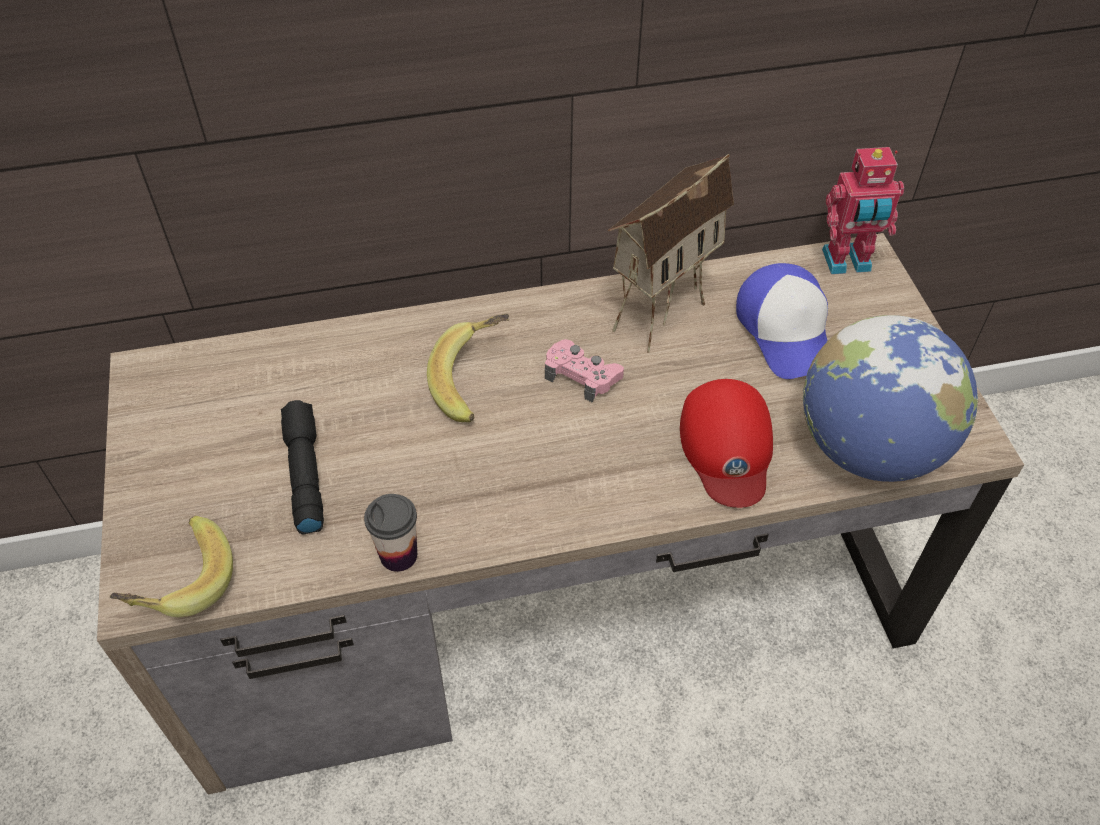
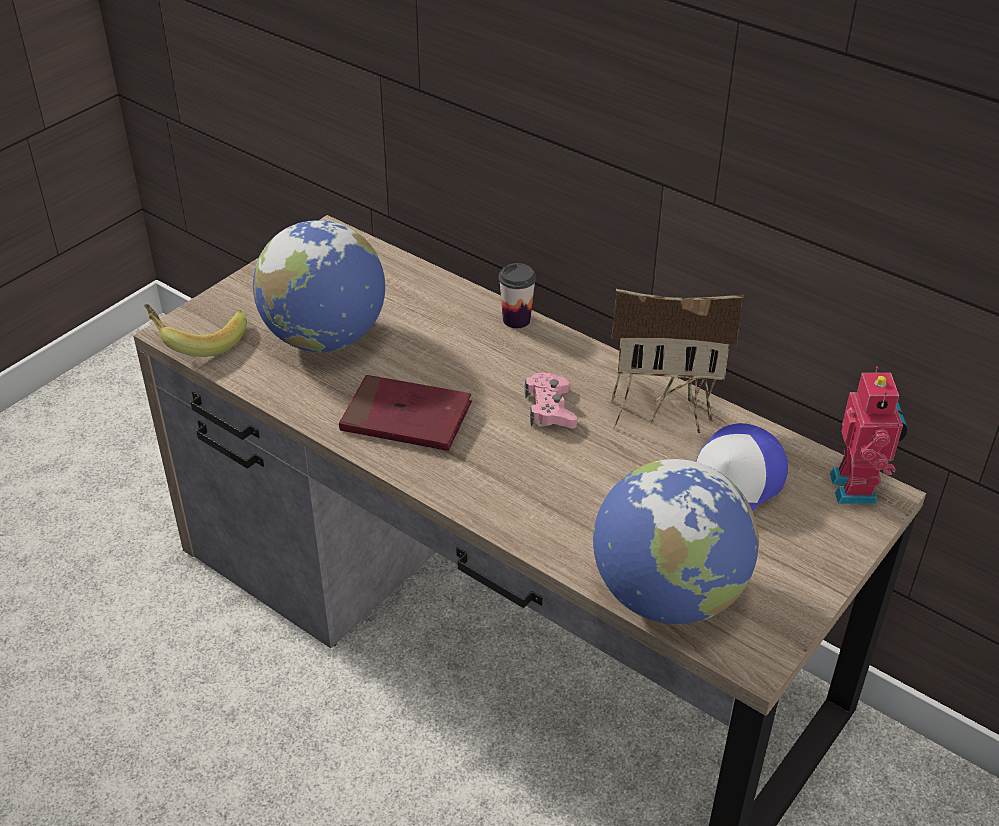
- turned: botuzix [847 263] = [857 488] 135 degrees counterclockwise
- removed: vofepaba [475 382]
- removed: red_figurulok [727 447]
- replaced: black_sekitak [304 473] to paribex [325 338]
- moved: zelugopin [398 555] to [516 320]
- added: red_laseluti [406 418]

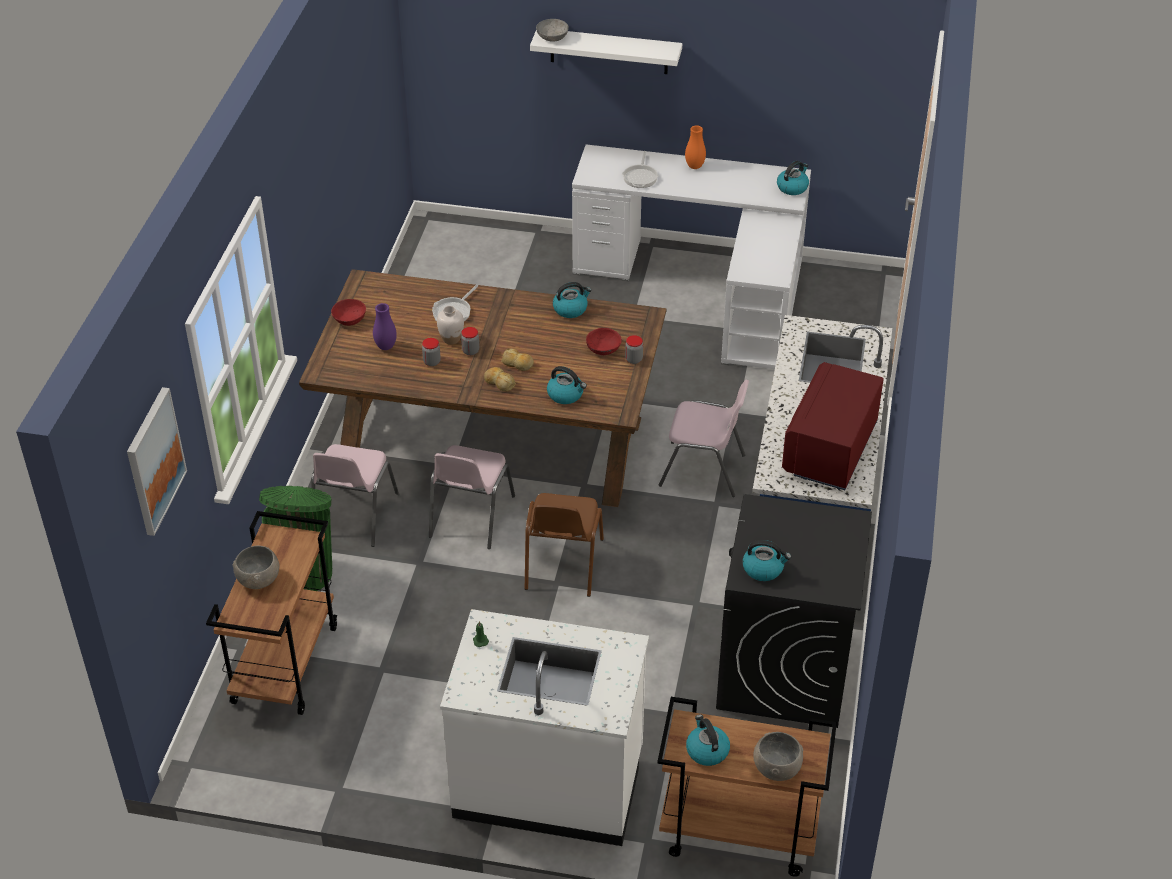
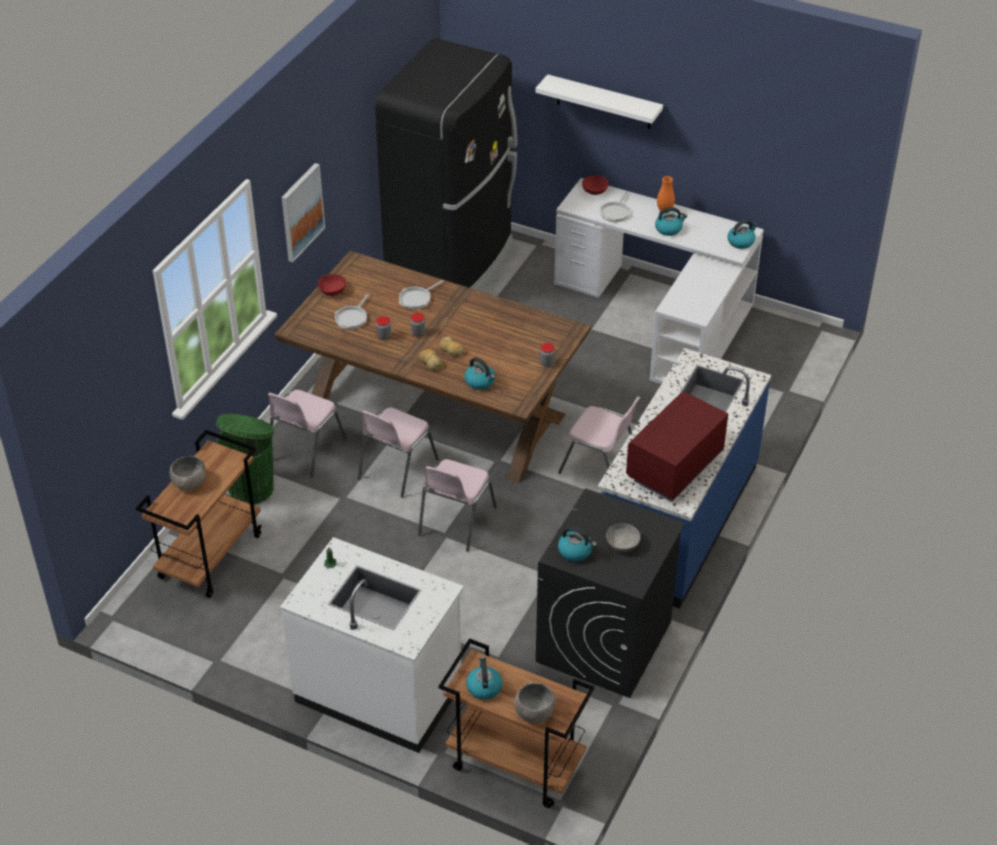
- moved: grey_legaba [552 37] to [622 544]
- moved: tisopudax [570 309] to [669 229]
- replaced: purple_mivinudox [386 347] to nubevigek [352 318]
- removed: white_mivinudox [451 339]
- moved: red_legaba [603 349] to [594 191]
- moved: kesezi [154 461] to [301 212]
- recoloured: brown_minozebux [562 565] to pink_minozebux [455 522]
- added: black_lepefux [452 266]

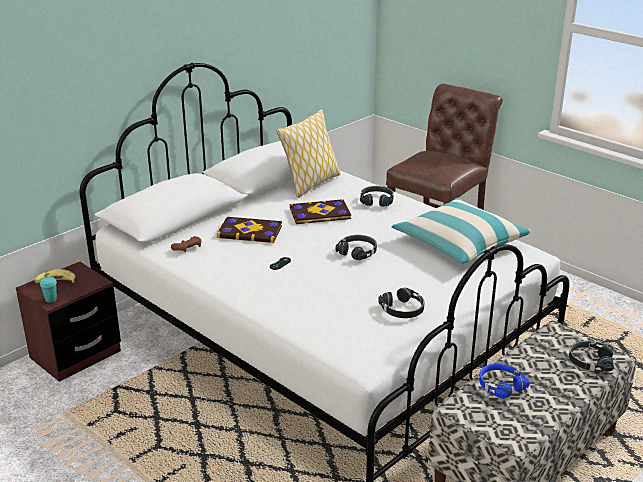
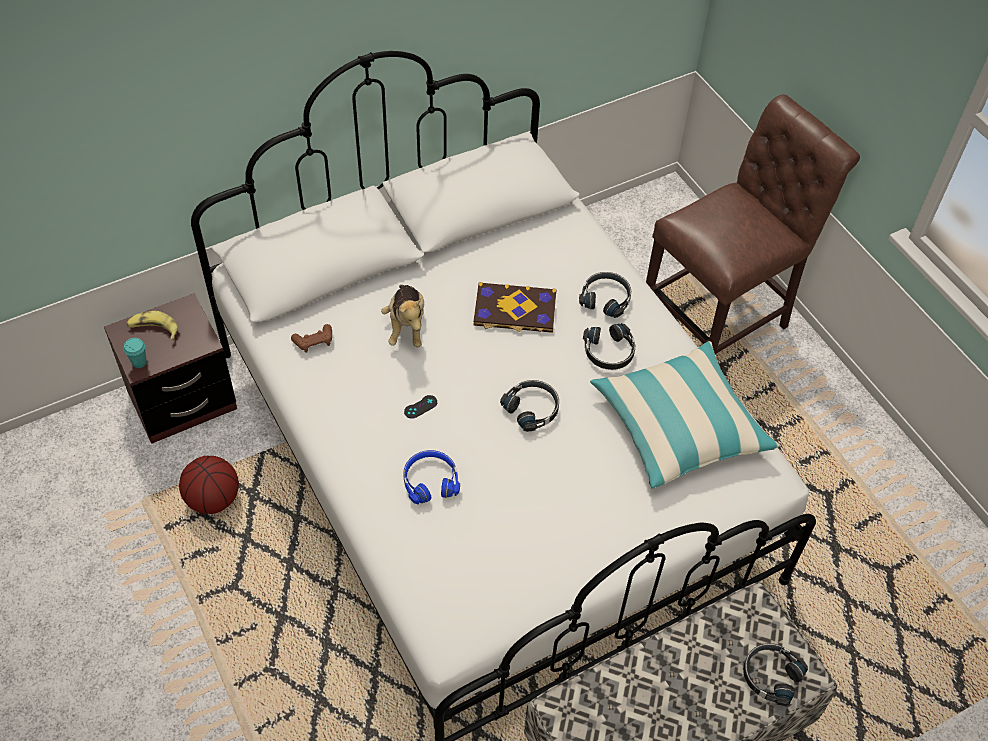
- removed: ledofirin [310 184]
- replaced: laseluti [250 231] to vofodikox [406 326]
- moved: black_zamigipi [403 309] to [609 352]
- moved: blue_zamigipi [500 385] to [430 480]
- added: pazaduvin [213 498]

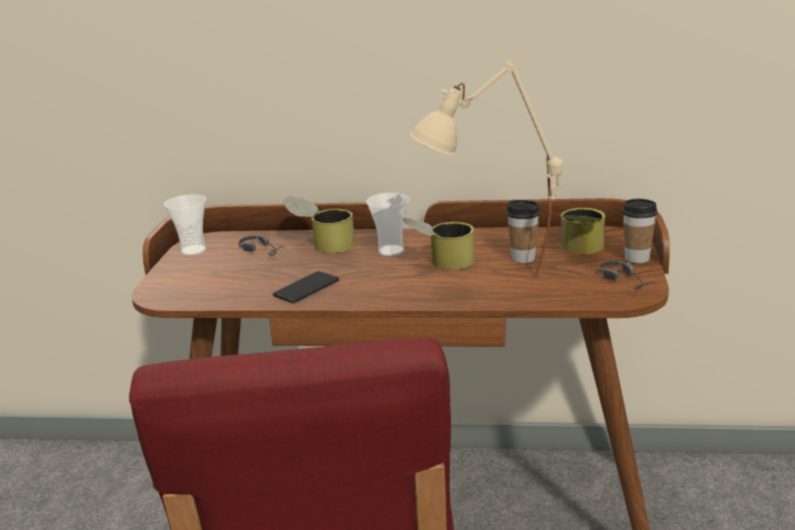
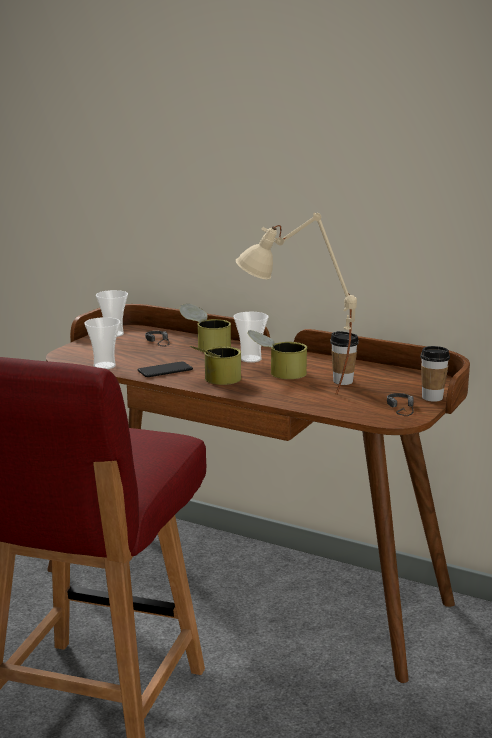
- moved: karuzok [580 251] to [215 381]
- added: zelugopin [104 366]

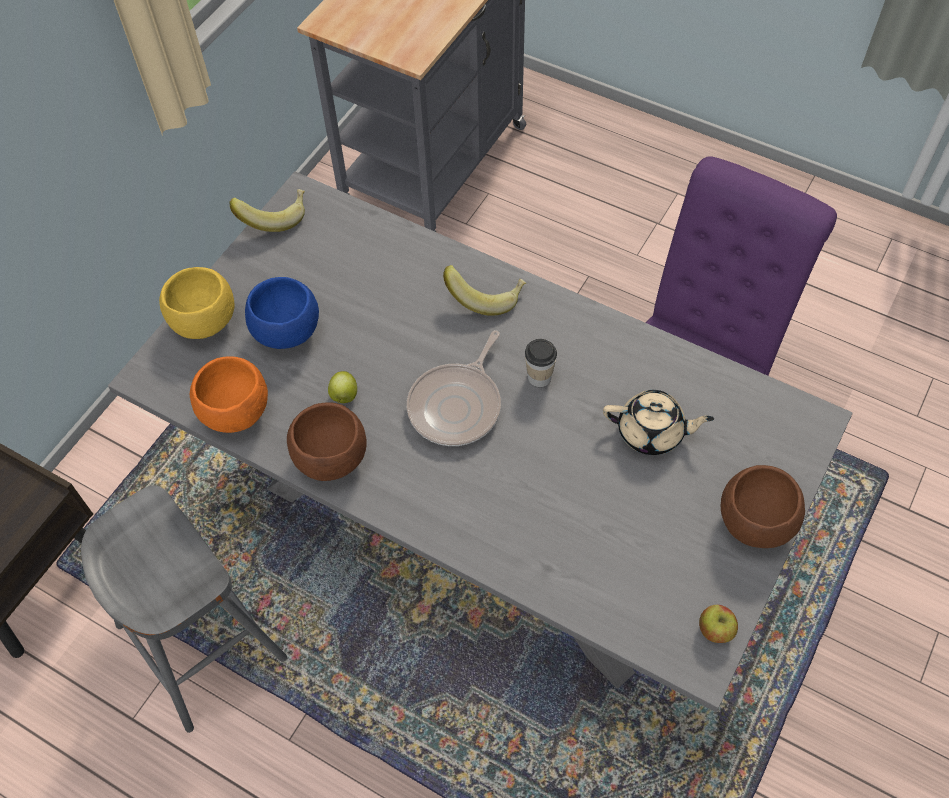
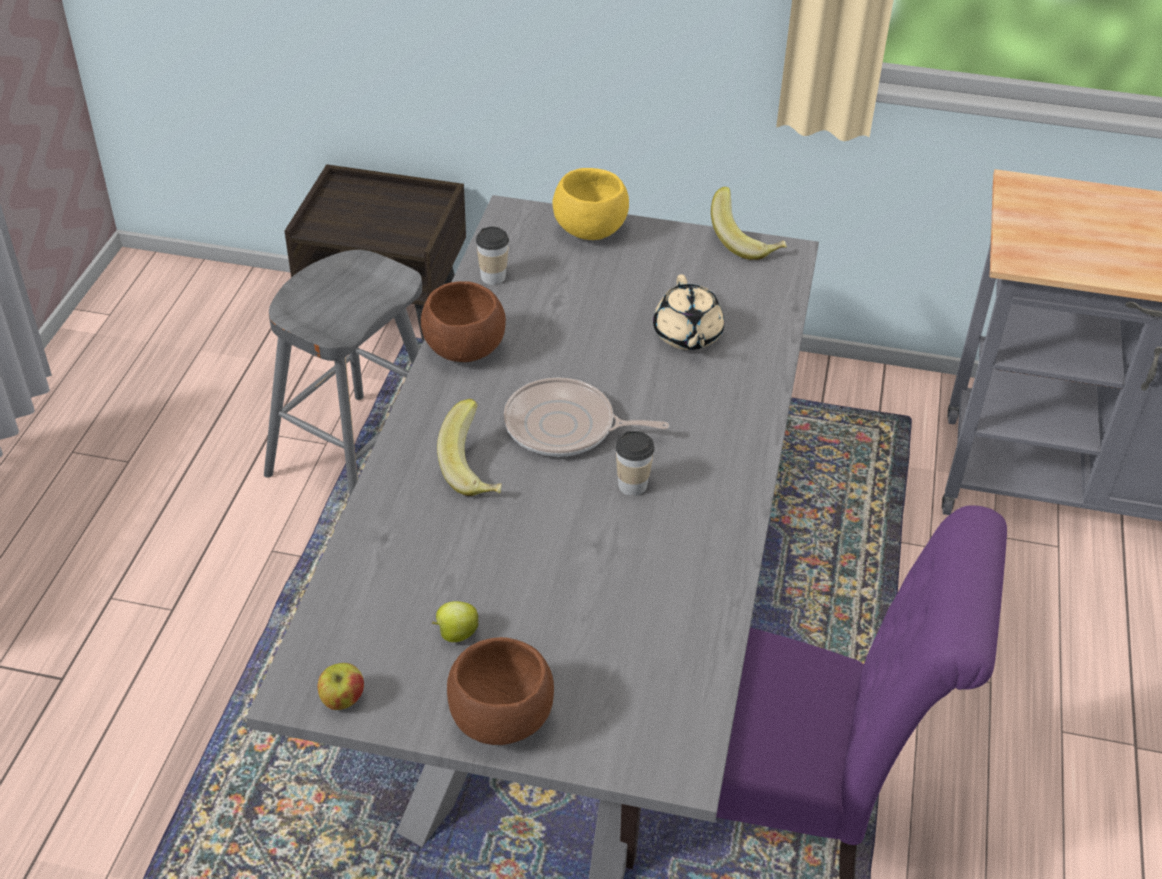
- moved: vofepaba [486 296] to [476 470]
- removed: blue_legaba [287 331]
- replaced: orange_legaba [236 412] to zelugopin [493 277]
- moved: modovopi [344 396] to [456 634]
- moved: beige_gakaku [652 432] to [687 336]

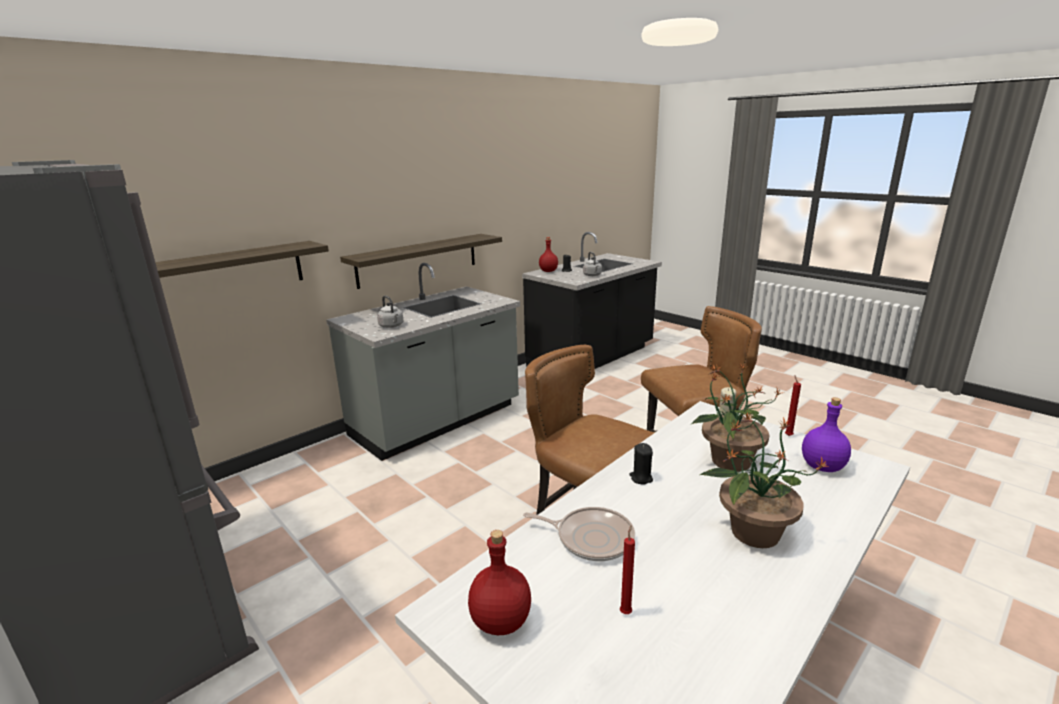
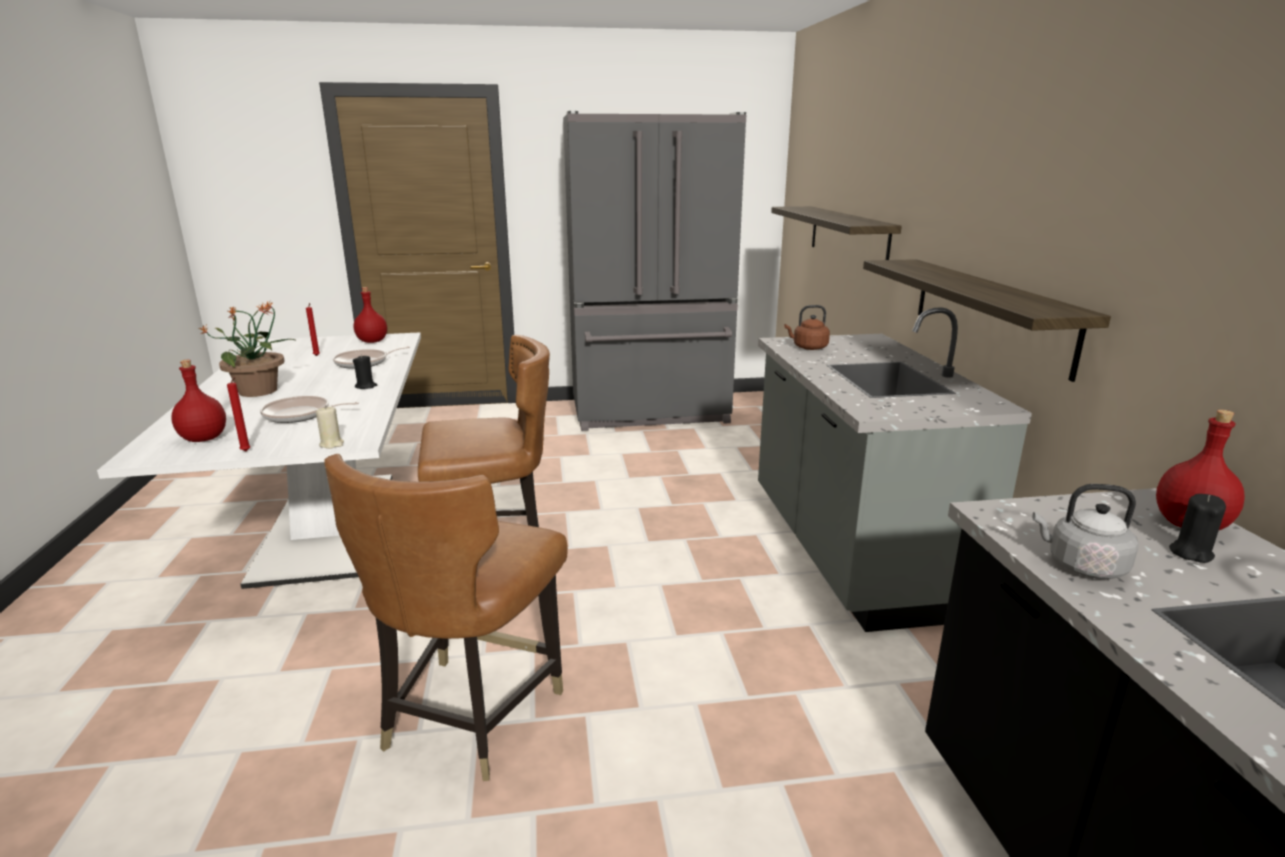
- recoloured: grey_tisopudax [392 326] to brown_tisopudax [808 347]
- replaced: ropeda [729 461] to nubevigek [300 415]
- recoloured: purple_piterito [823 467] to red_piterito [203 438]

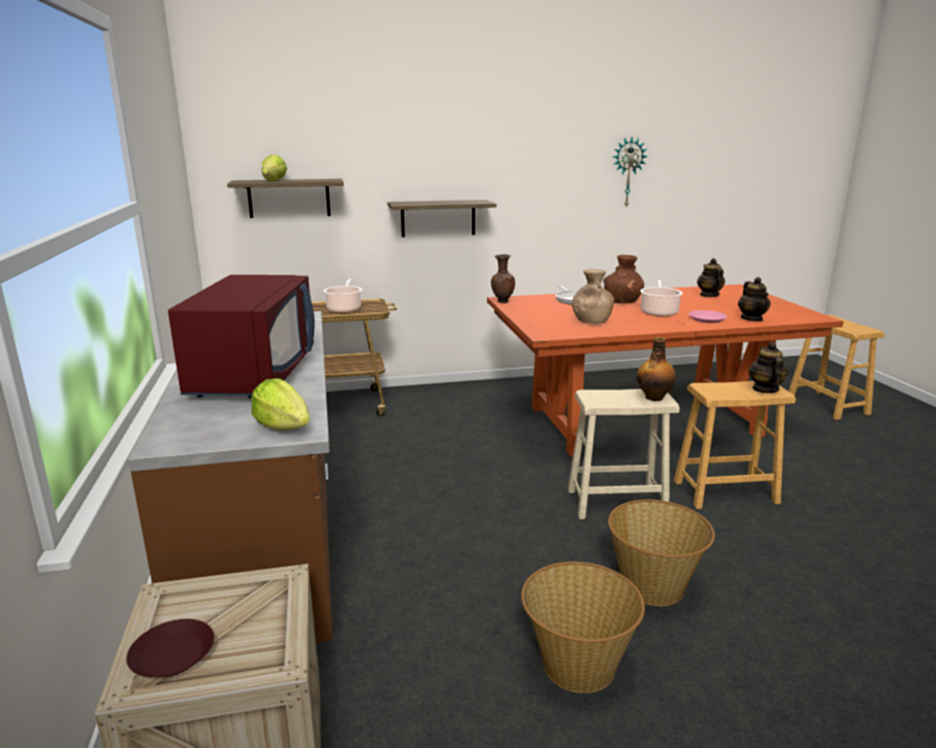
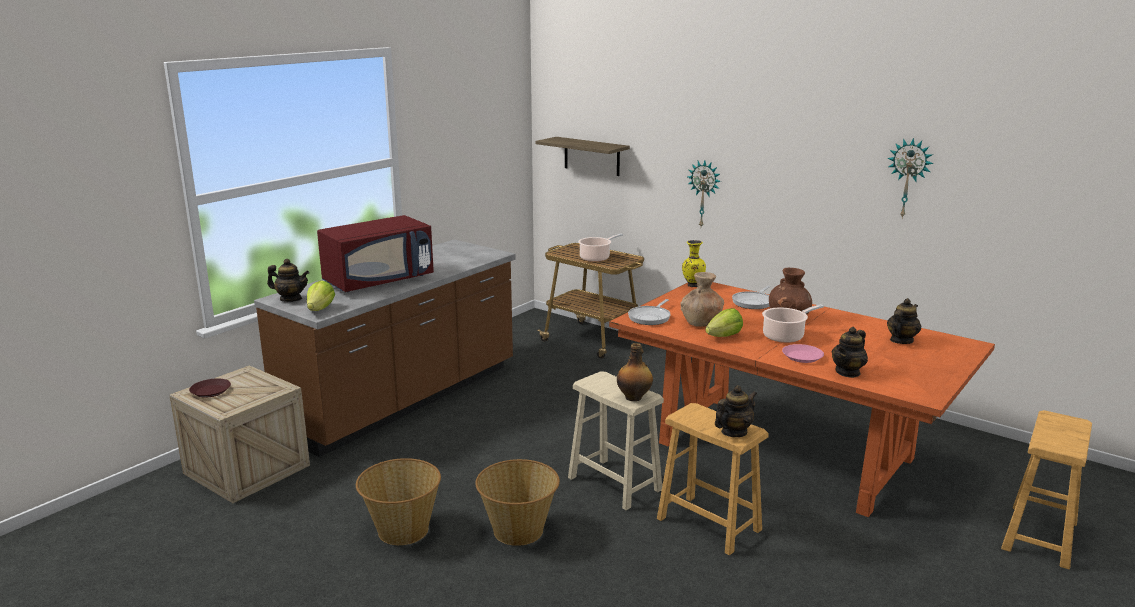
- moved: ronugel [273 181] to [724 336]
- replaced: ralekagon [438 218] to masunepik [704 193]
- recoloured: brown_mivinudox [502 301] to yellow_mivinudox [692 285]
- added: gakaku [291 299]
- added: nubevigek [650 317]

